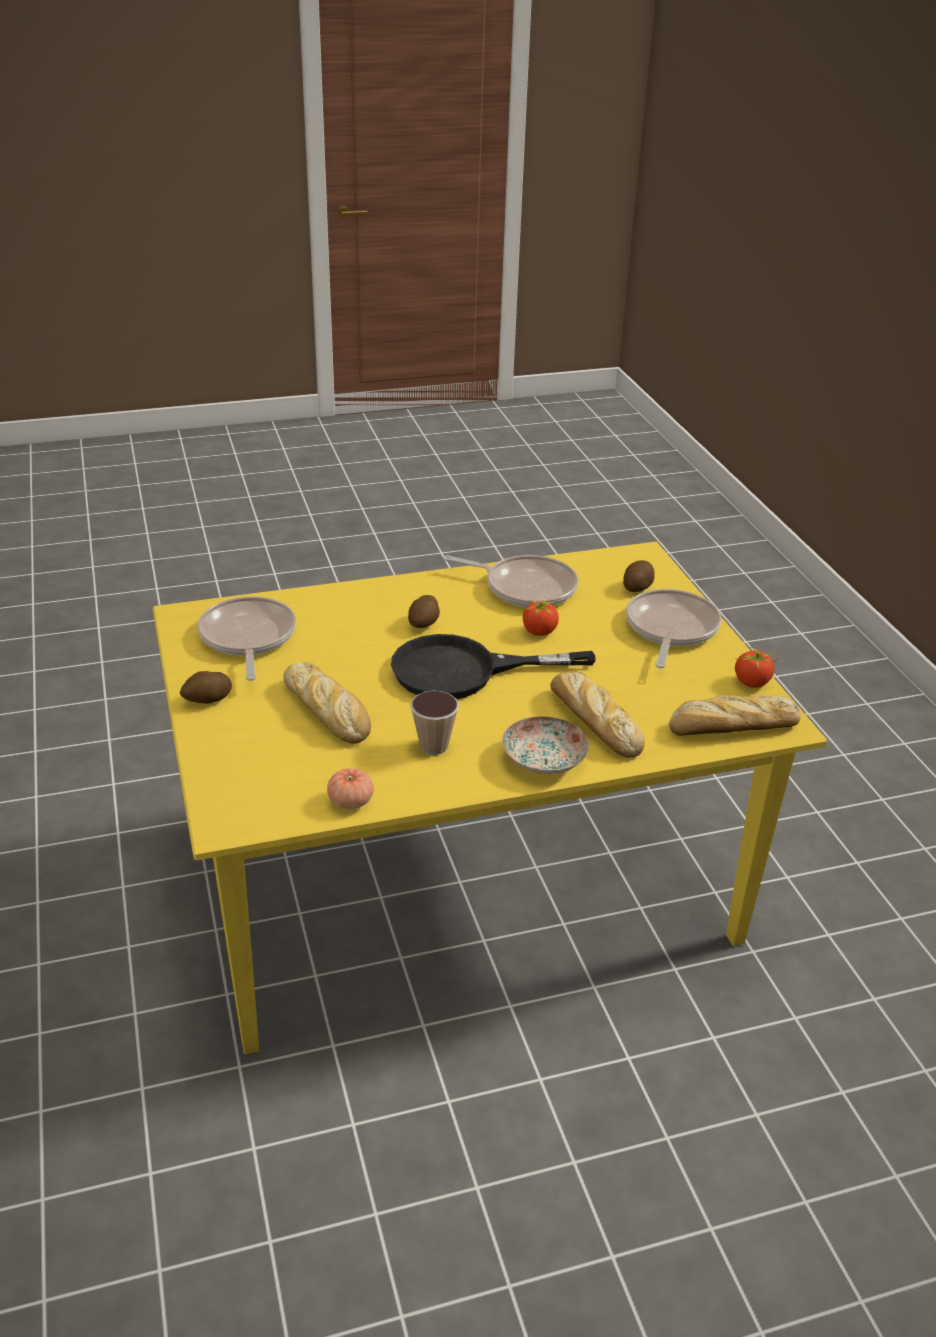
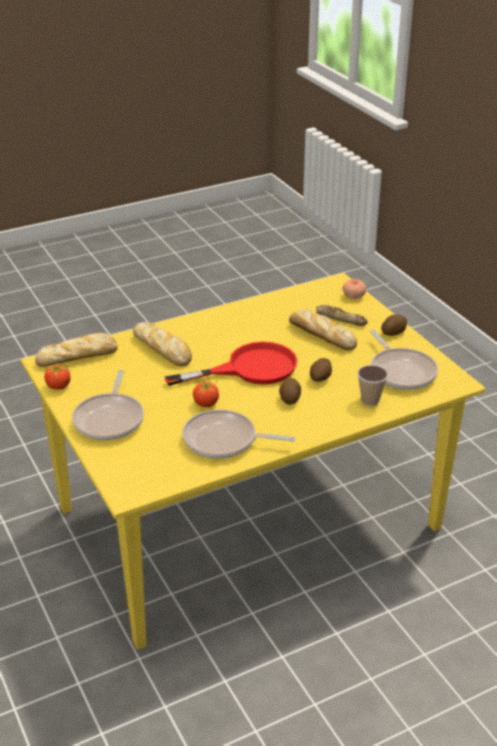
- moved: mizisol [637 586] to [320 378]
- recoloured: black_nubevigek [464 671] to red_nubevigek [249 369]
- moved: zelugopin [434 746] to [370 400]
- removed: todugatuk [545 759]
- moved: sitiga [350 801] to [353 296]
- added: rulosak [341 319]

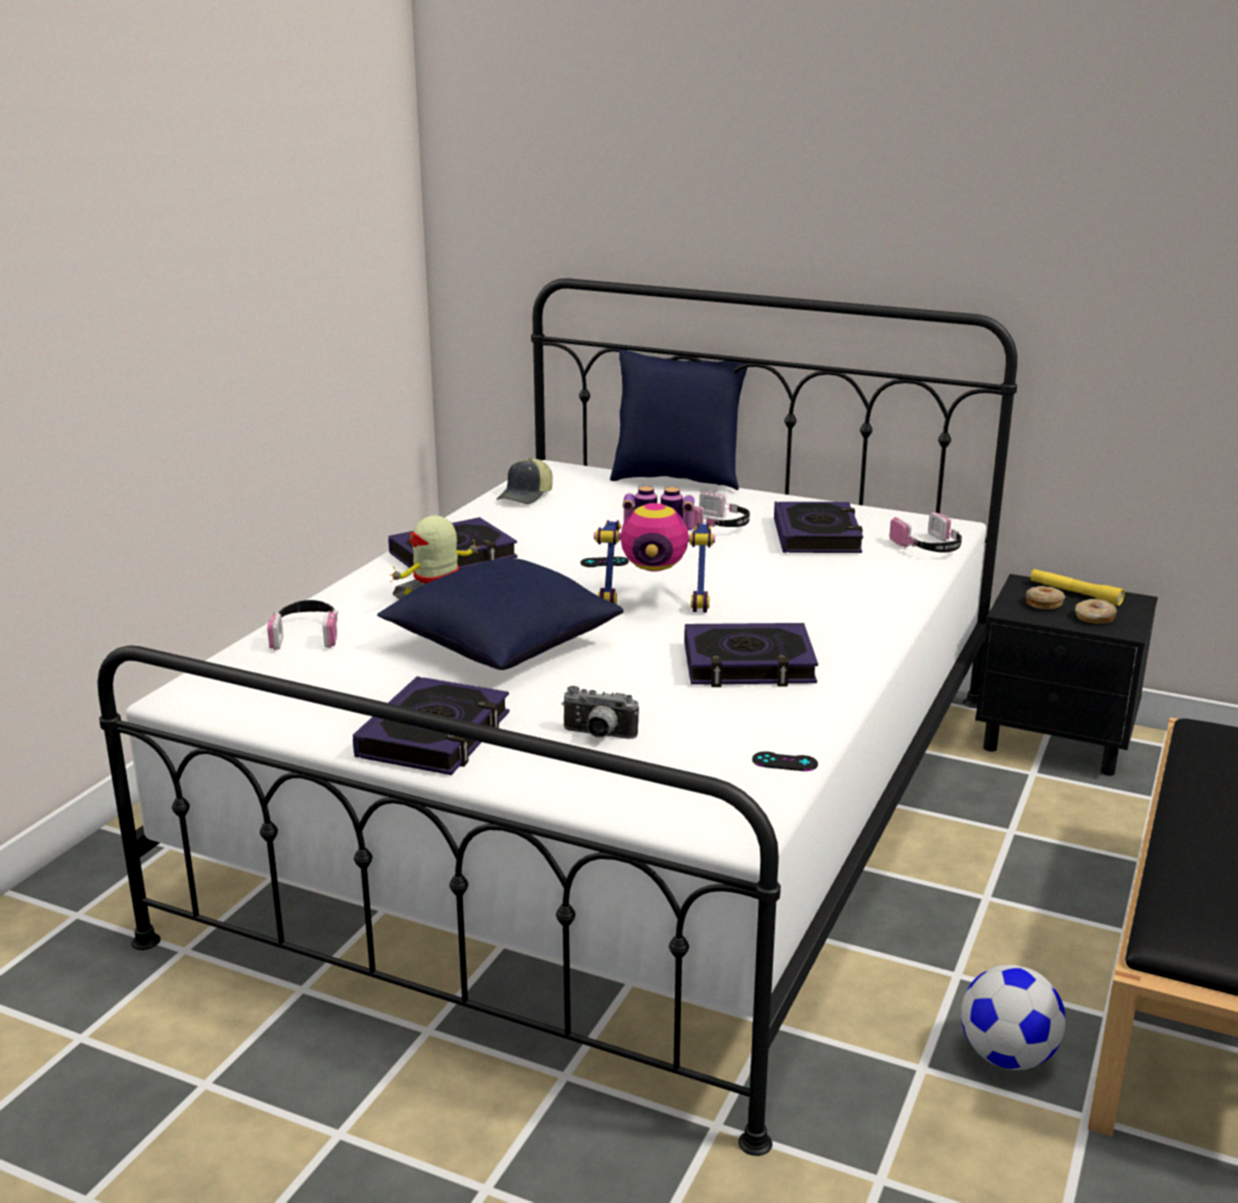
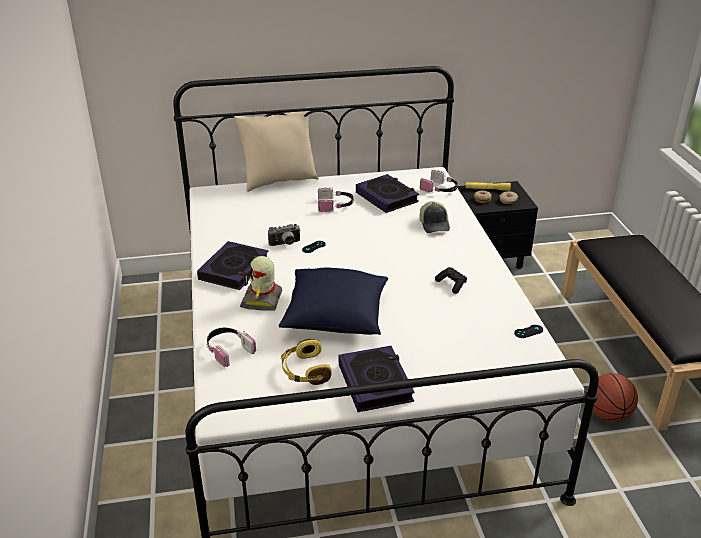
- recoloured: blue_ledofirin [677 479] to beige_ledofirin [279 181]
- moved: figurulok [526 496] to [434 224]
- removed: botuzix [655 603]
- replaced: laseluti [748 665] to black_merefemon [451 284]
- moved: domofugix [598 736] to [285 244]
- replaced: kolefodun [1006 1056] to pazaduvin [608 415]
- added: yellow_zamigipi [304 371]

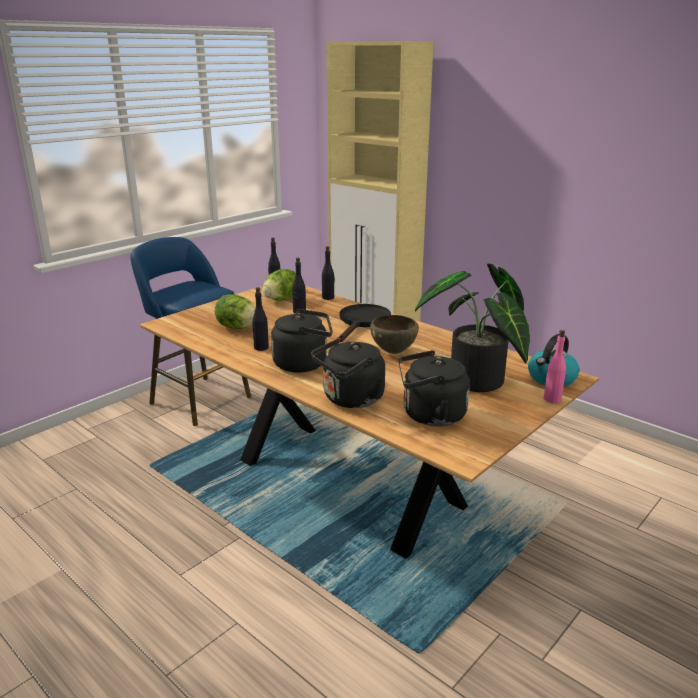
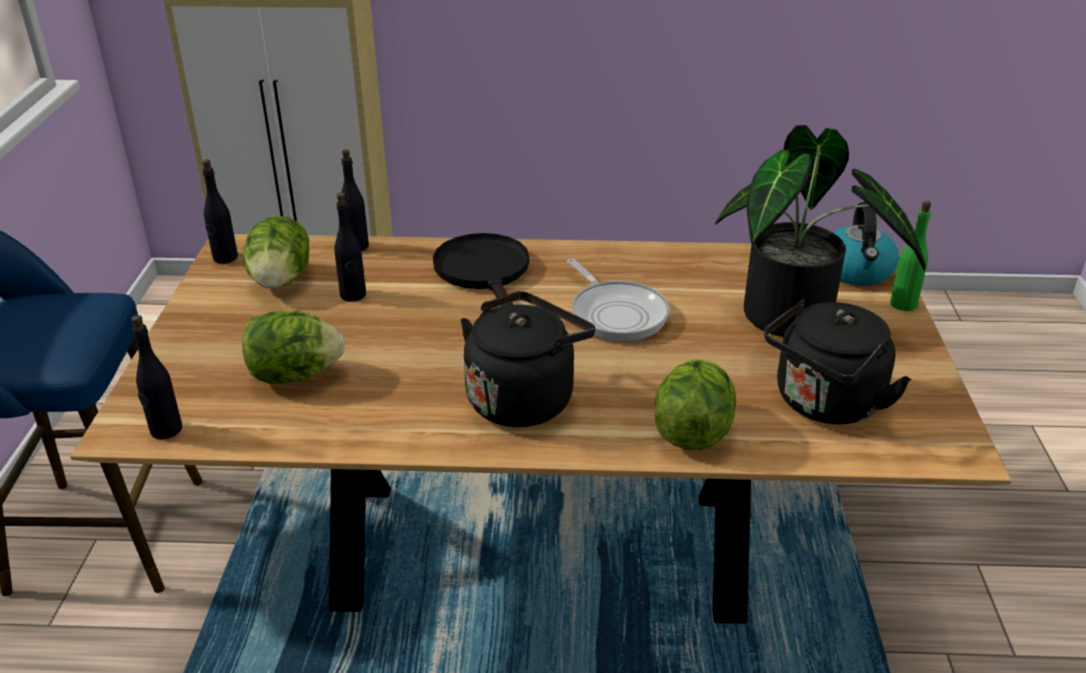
- moved: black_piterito [261 348] to [165 430]
- replaced: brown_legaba [394 352] to nubevigek [616 313]
- recoloured: pink_piterito [552 399] to green_piterito [903 304]
- replaced: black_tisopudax [350 399] to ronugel [692 432]

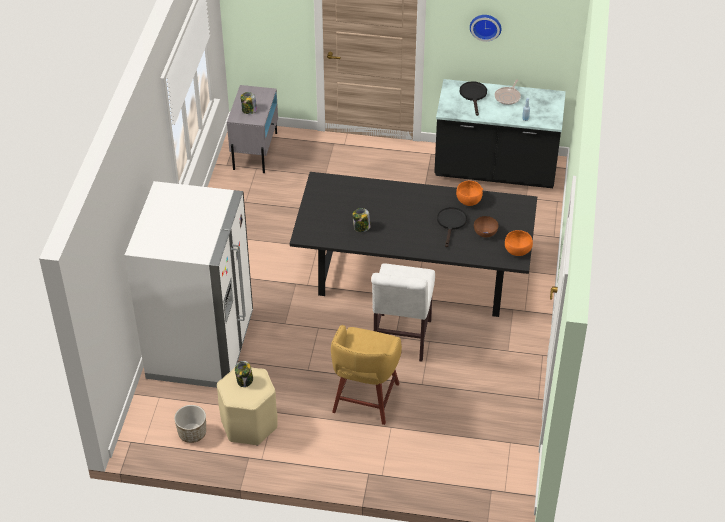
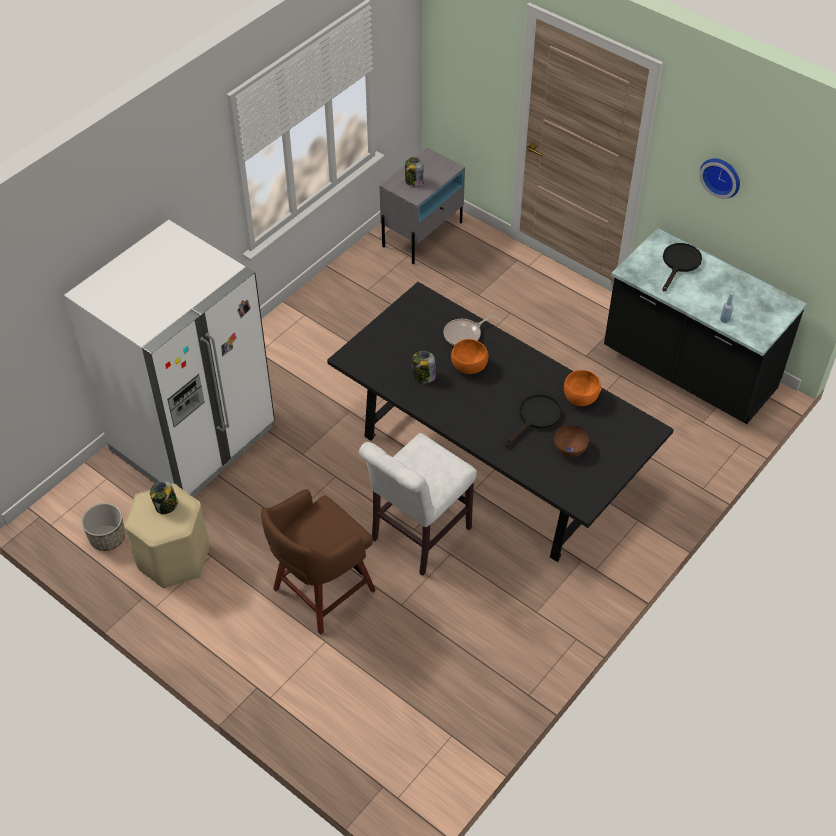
- moved: nubevigek [508 97] to [464 335]
- moved: orange_legaba [518 250] to [469 366]
- recoloured: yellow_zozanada [364 400] to brown_zozanada [321 591]

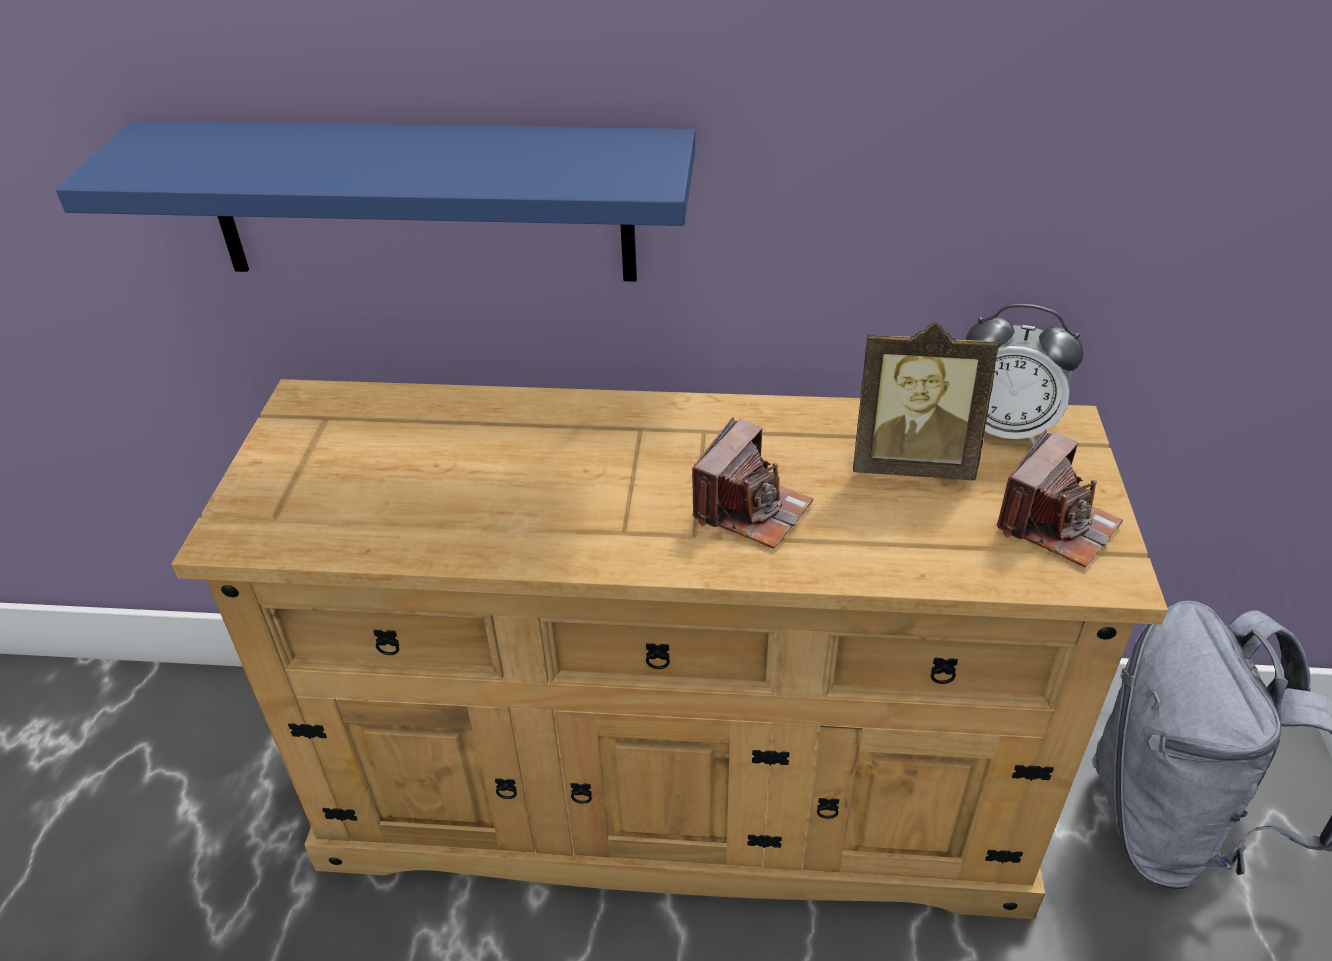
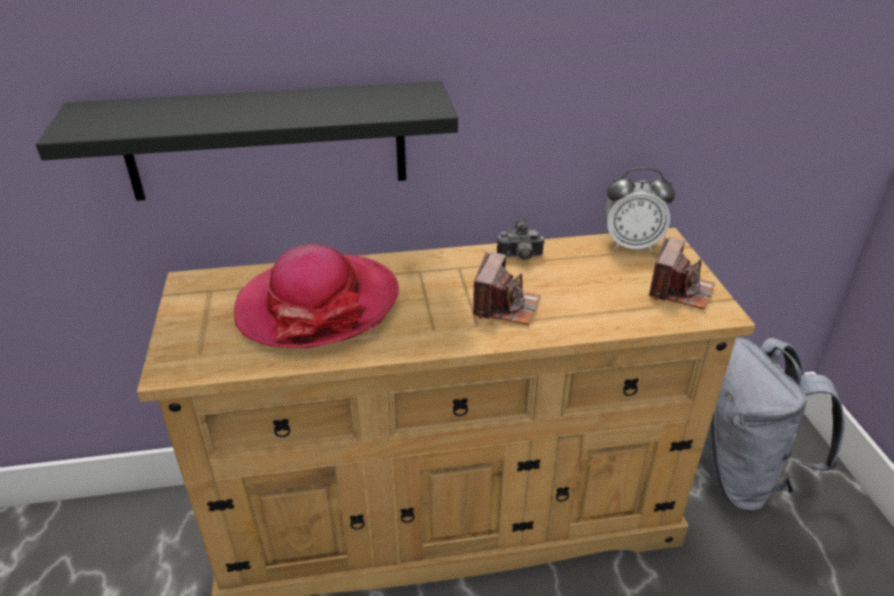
- recoloured: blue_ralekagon [421 202] to black_ralekagon [267 141]
- removed: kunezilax [911 463]
- added: domofugix [520 258]
- added: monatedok [318 305]

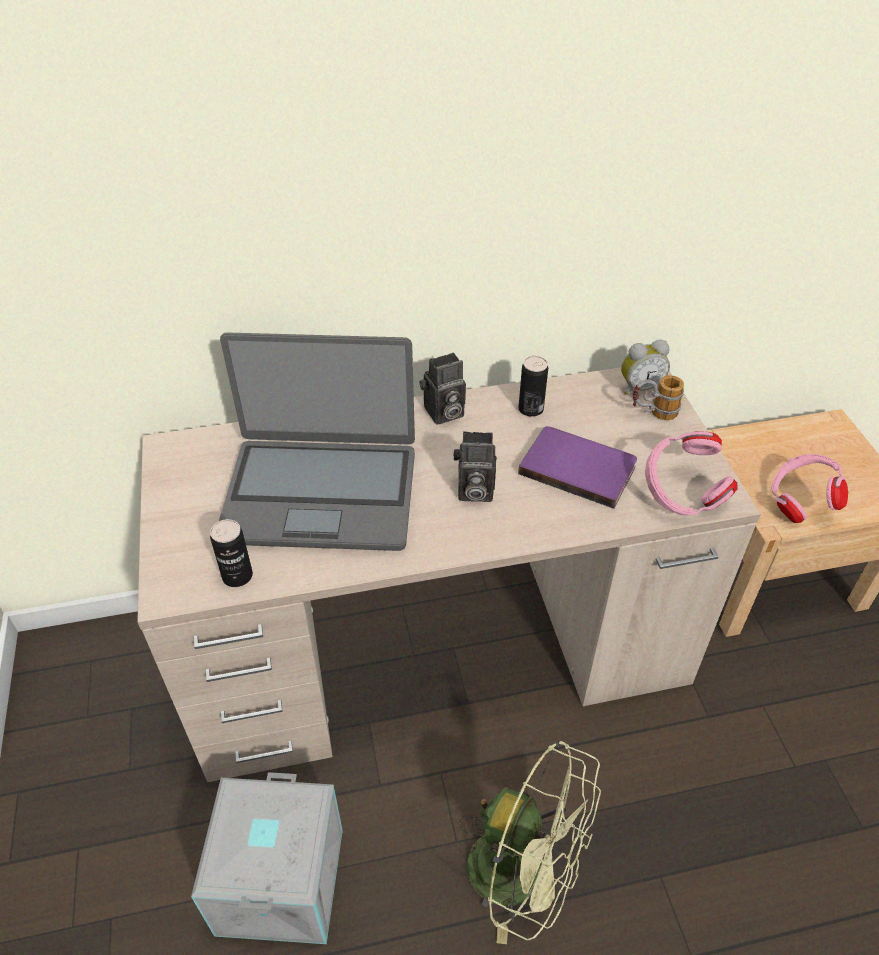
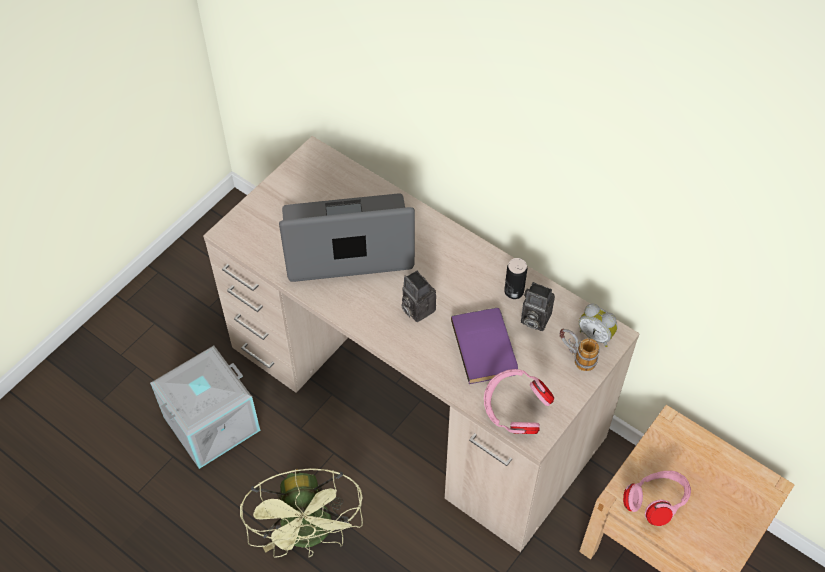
- turned: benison [321 493] = [347 242] 120 degrees clockwise
- moved: domofugix [443 414] to [533 319]
- removed: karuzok [237 576]

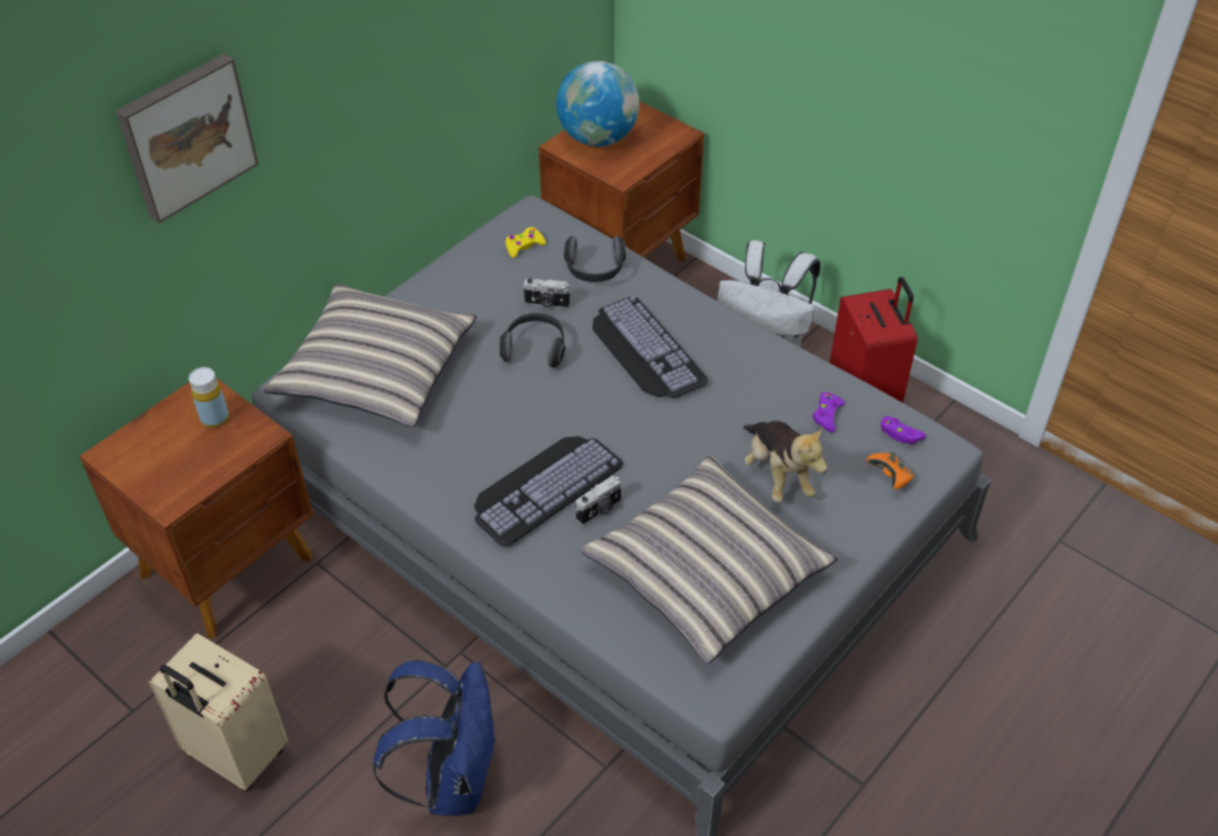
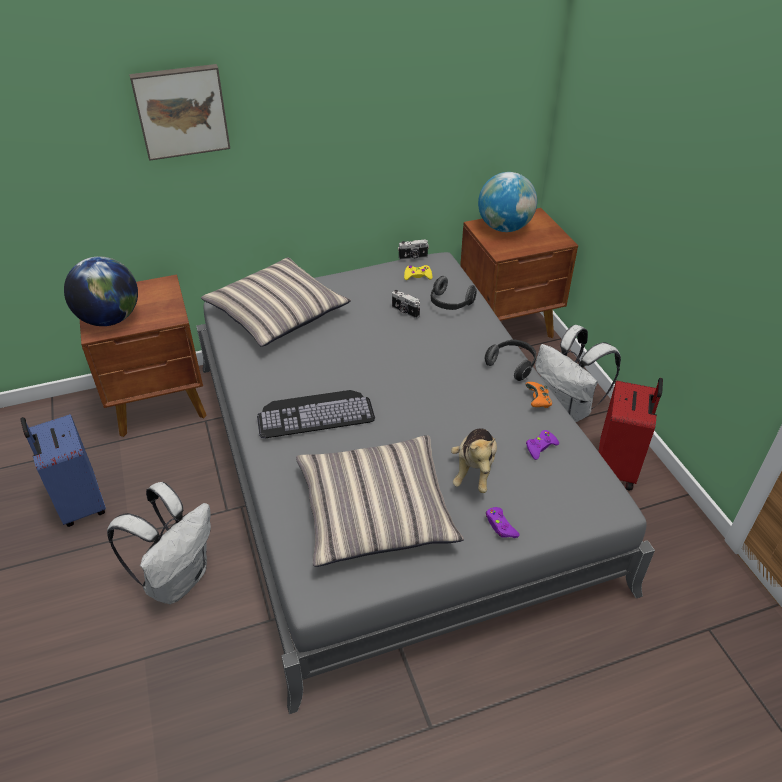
- removed: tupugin [643 349]
- moved: zamigipi [535 349] to [512 365]
- removed: yellow_piterito [215 418]
- moved: purple_merefemon [900 434] to [500 526]
- moved: orange_merefemon [890 477] to [538 402]
- moved: domofugix [600 511] to [413 257]
- recoloured: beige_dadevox [235 755] to blue_dadevox [80 504]
- recoloured: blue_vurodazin [452 778] to white_vurodazin [177 578]
- added: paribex [110 319]

